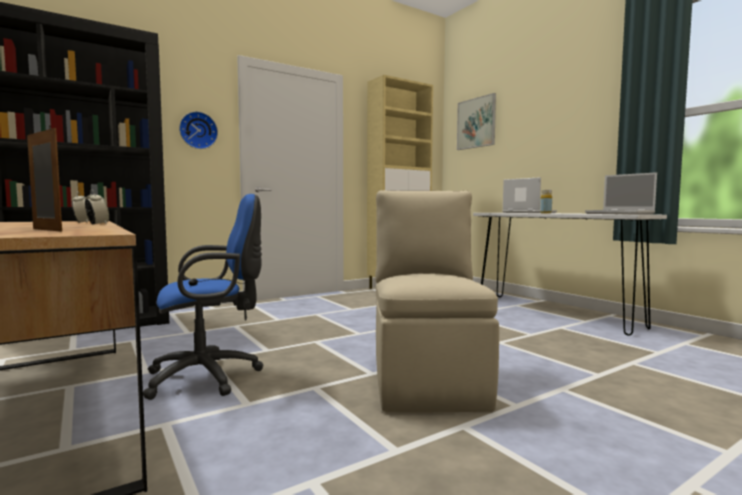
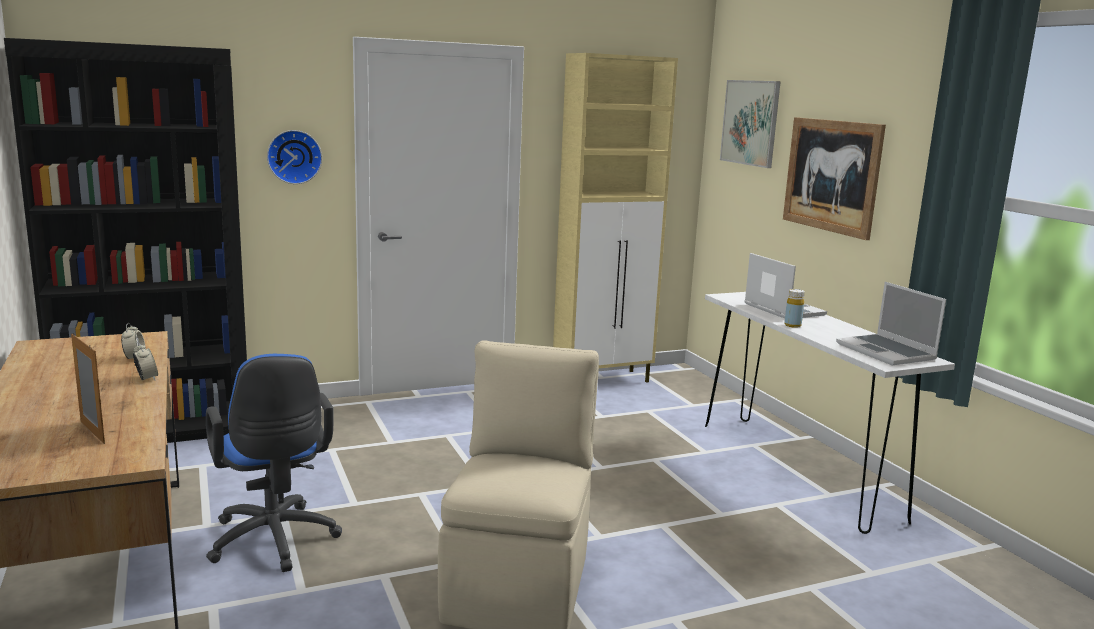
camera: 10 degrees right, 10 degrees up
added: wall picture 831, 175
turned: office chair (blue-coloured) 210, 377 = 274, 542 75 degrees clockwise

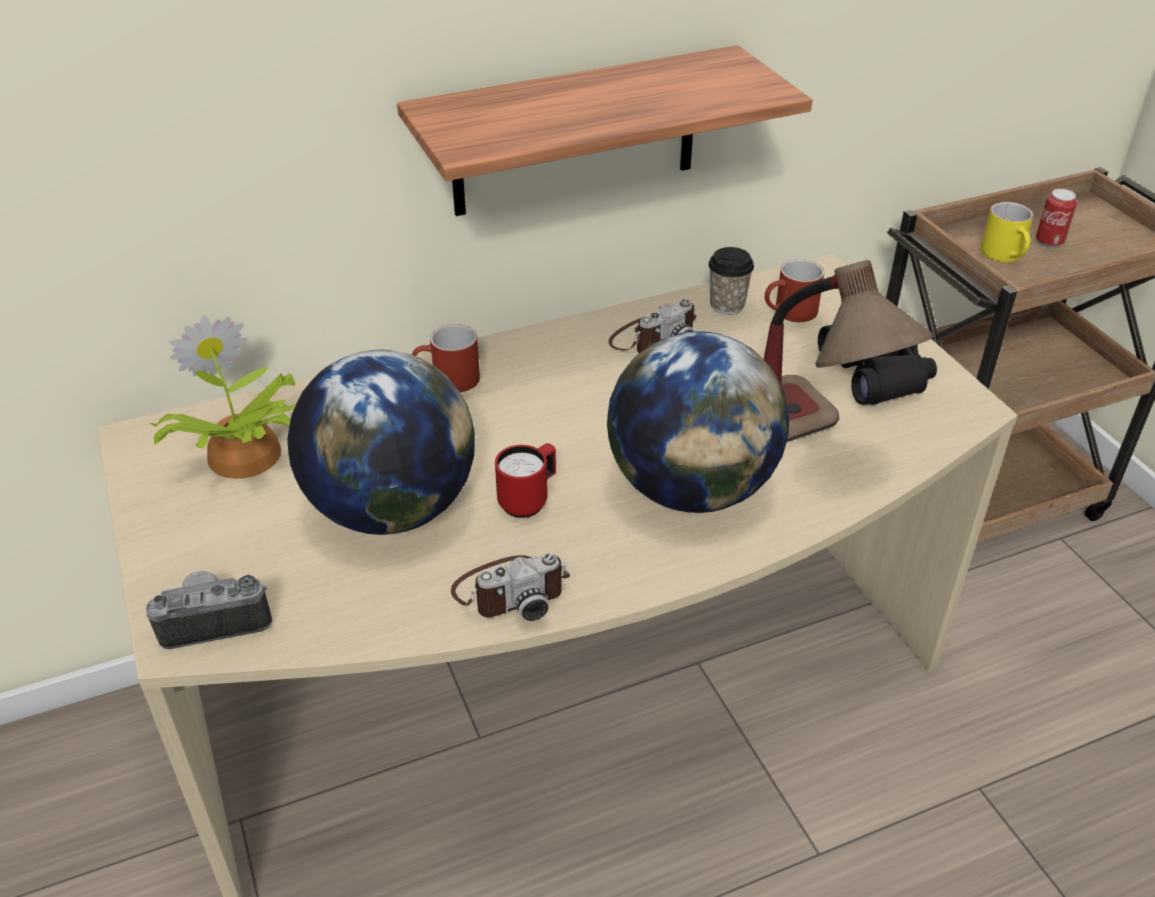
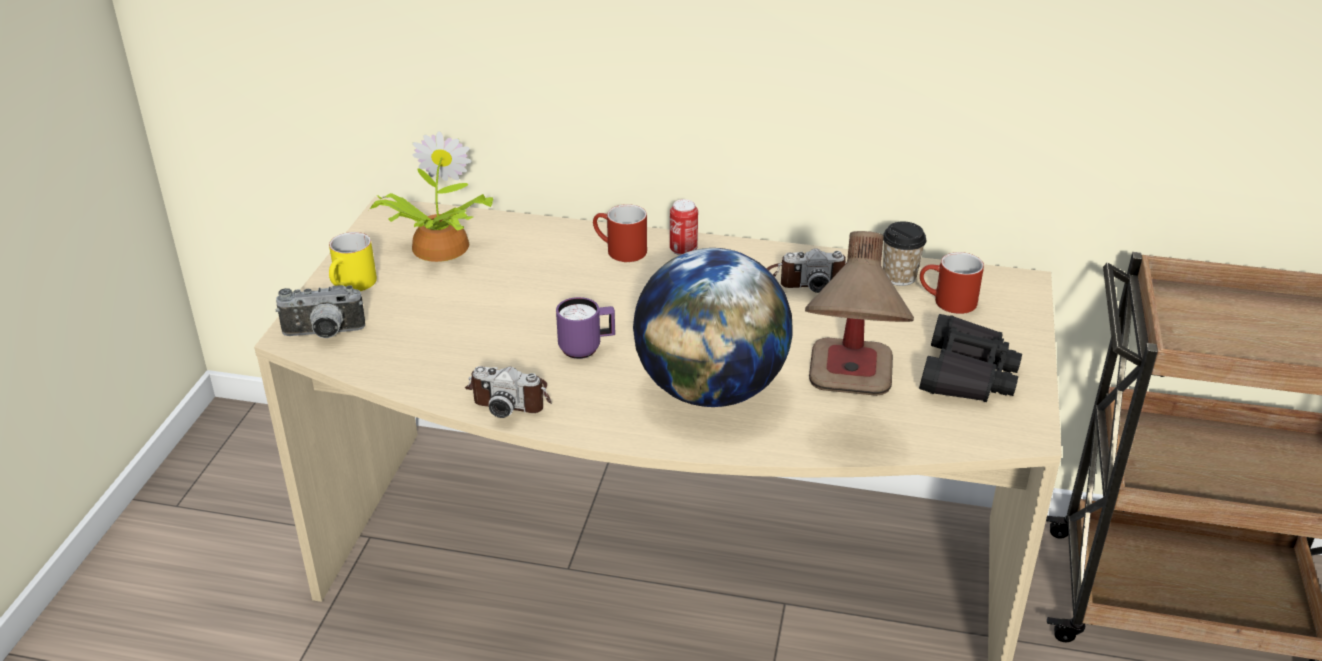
camera: 35 degrees right, 5 degrees down
removed: shelf 575, 133; world globe 391, 509
moved: metal can 1049, 242 to 683, 250; coffee mug (yellow) 1006, 256 to 353, 286
recoloured: coffee mug (red) 529, 500 to coffee mug (purplish) 587, 348
turned: still camera 215, 621 = 323, 334 150 degrees clockwise

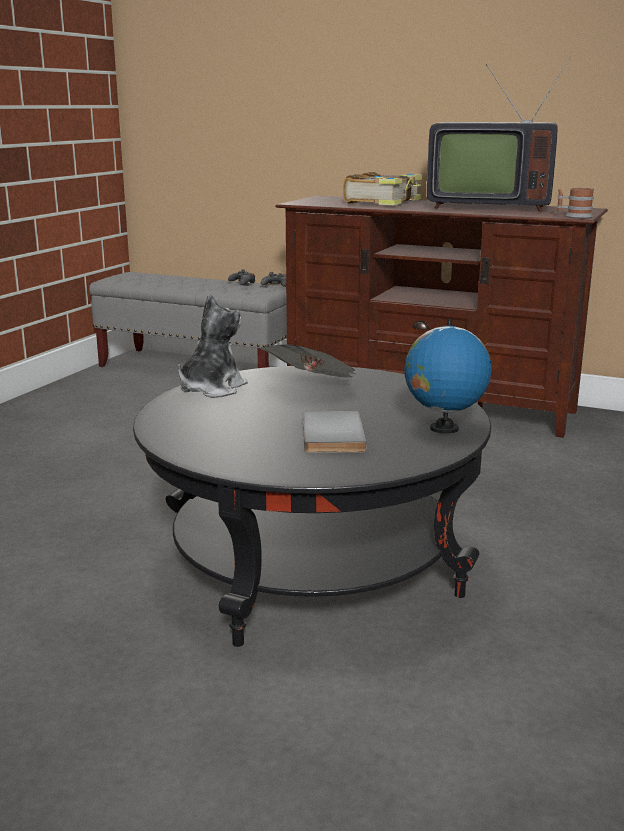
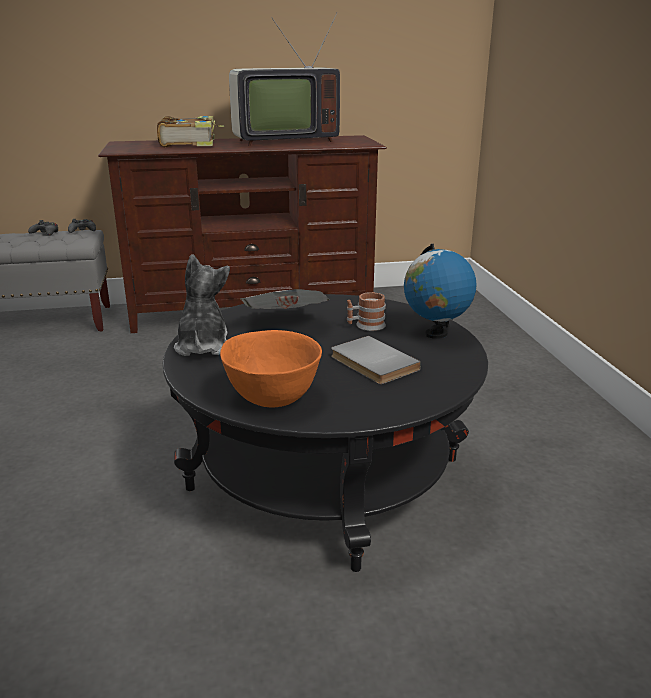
camera: 35 degrees left, 5 degrees up
added: deep dish (orangey) 271, 397
moved: coffee mug 574, 216 to 365, 326

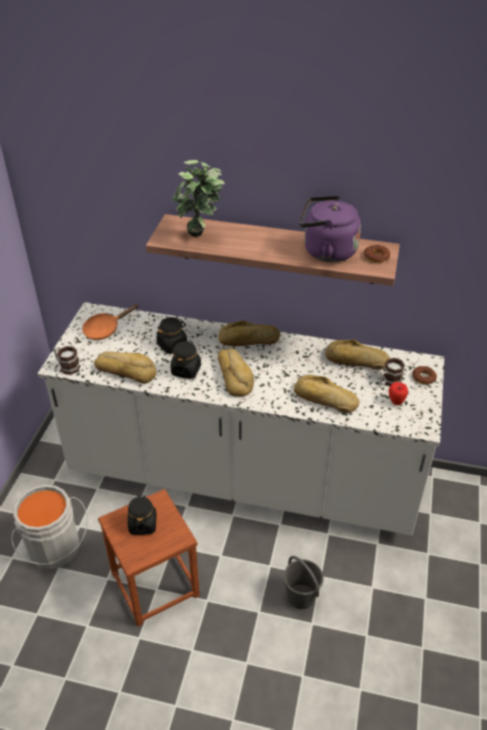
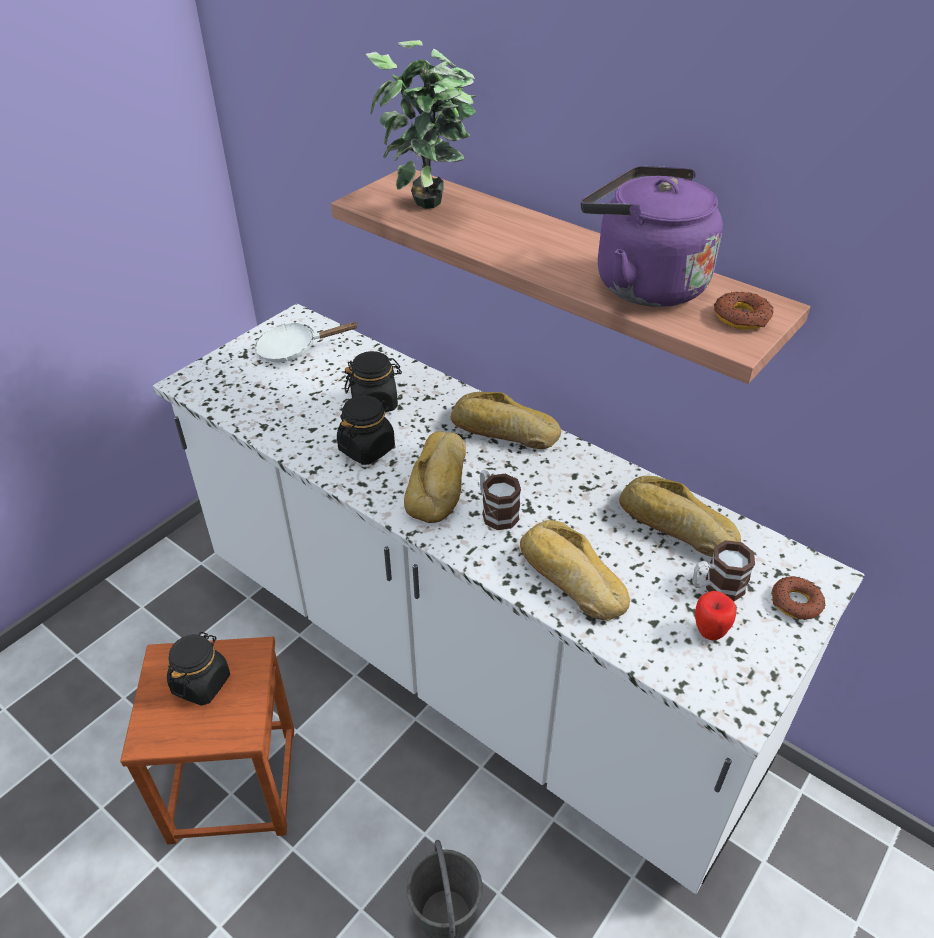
camera: 25 degrees right, 0 degrees up
removed: baked bread 126, 370; pail (gray) 55, 549
moved: coffee mug 67, 366 to 496, 511
recoloured: skillet (orangey) 105, 329 to skillet (whitish) 294, 350

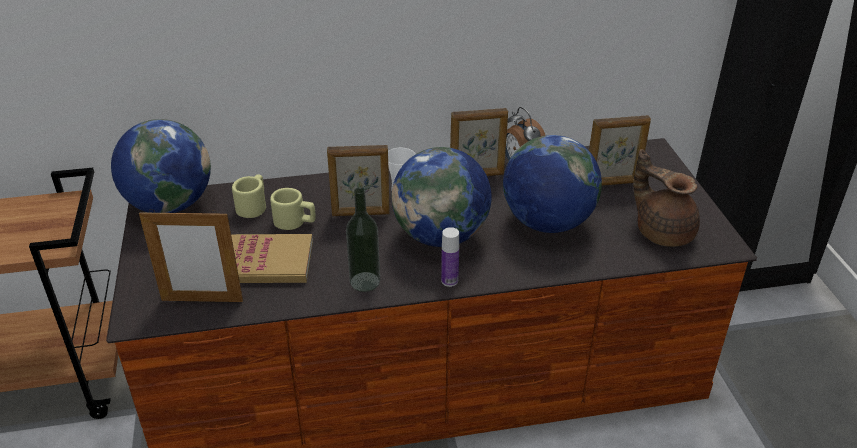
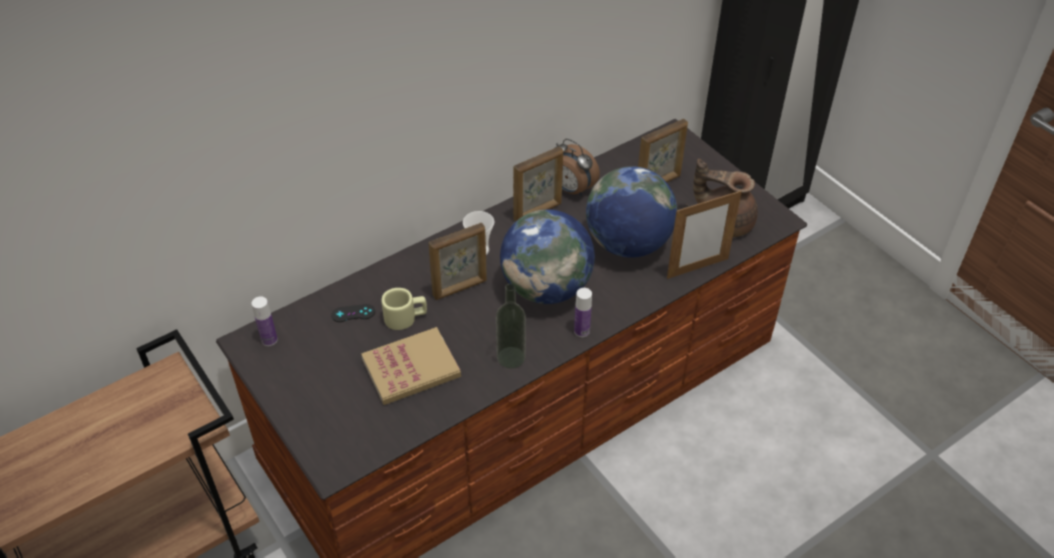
camera: 25 degrees left, 10 degrees up
moved: picture frame 202, 300 to 697, 268
replaced: world globe 170, 205 to beverage bottle 269, 340; coffee mug (beige) 253, 206 to joypad (black-coloured) 353, 313

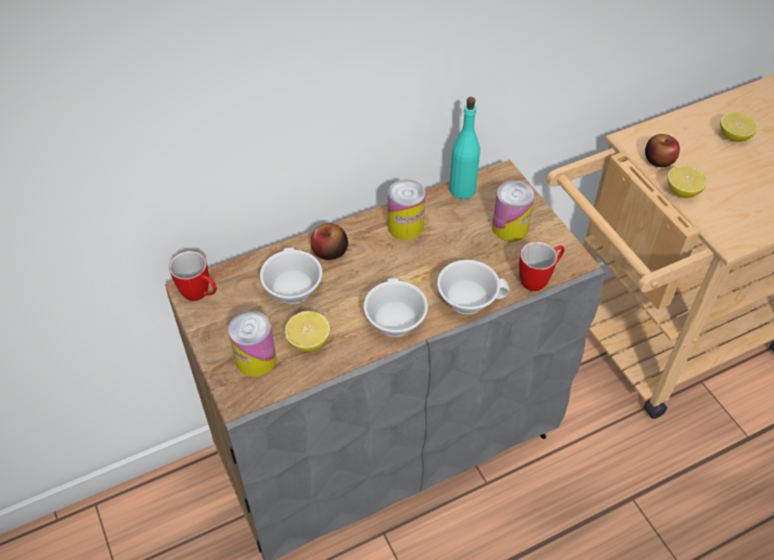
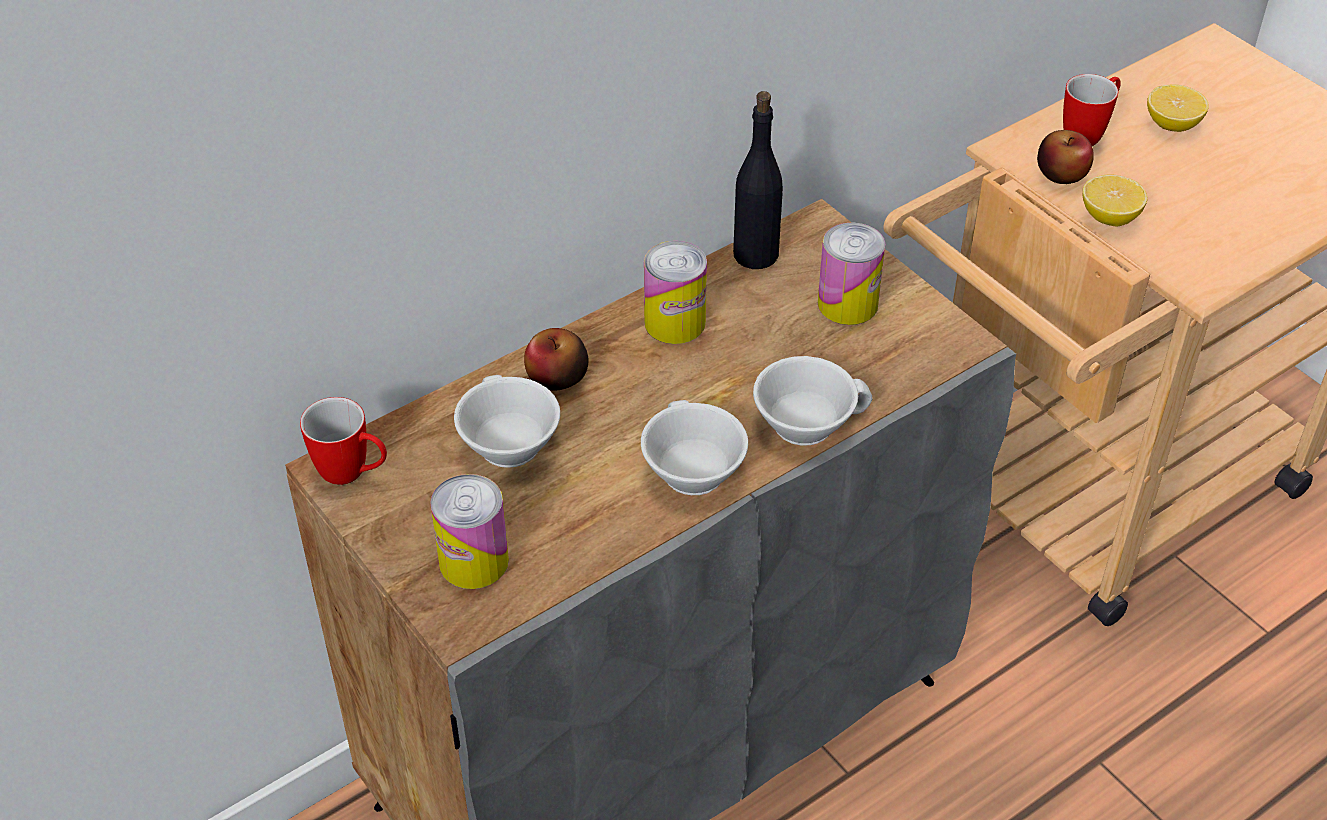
camera: 10 degrees left, 5 degrees down
removed: whole lemon 308, 341
moved: coffee mug 539, 279 to 1088, 133
recoloured: beverage bottle (turquoise) 462, 189 to beverage bottle (black-coloured) 756, 254

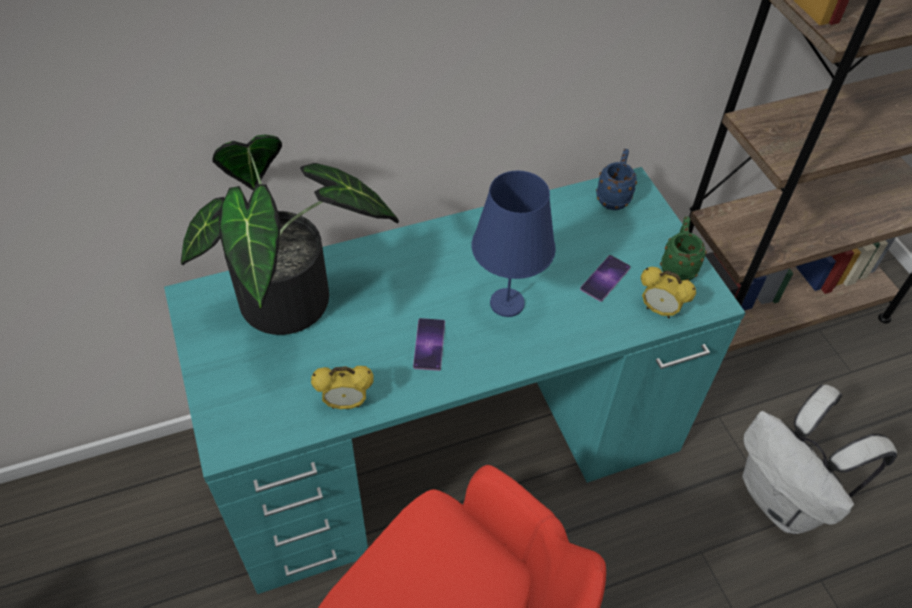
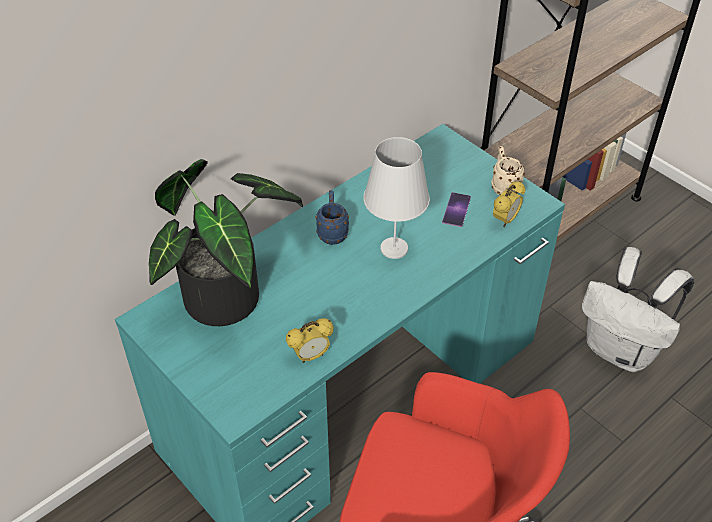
camera: 20 degrees left, 5 degrees down
removed: telephone 429, 344
moved: coffee mug (blue-coloured) 614, 196 to 332, 232
recoloured: table lamp (blue-coloured) 507, 303 to table lamp (whitish) 394, 249; coffee mug (greenish) 677, 266 to coffee mug (beige) 503, 186
turned: table clock 659, 310 = 505, 220 60 degrees counterclockwise

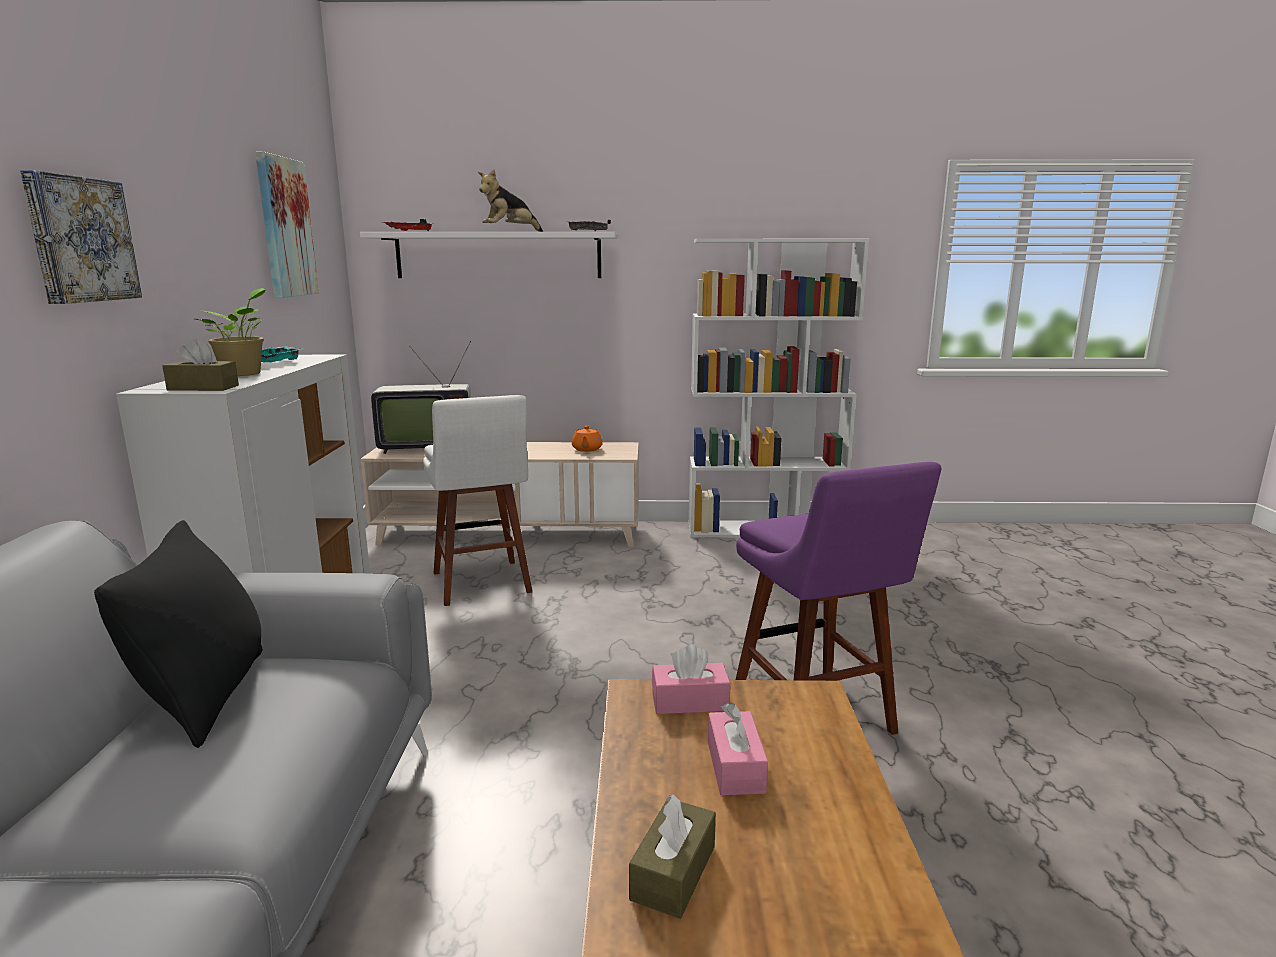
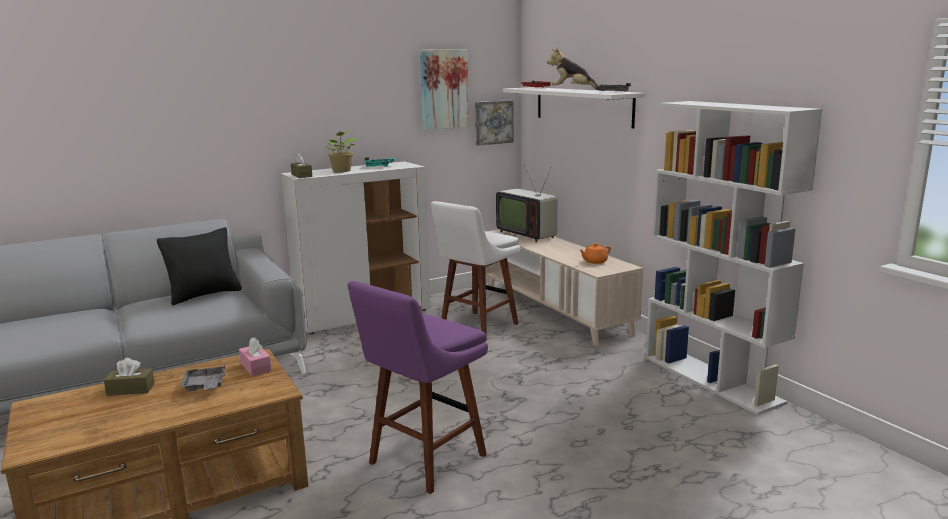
camera: 60 degrees right, 0 degrees up
moved: wall picture 79, 239 to 493, 122
replaced: tissue box (pink-coloured) 735, 767 to carrying tray (gray) 204, 386

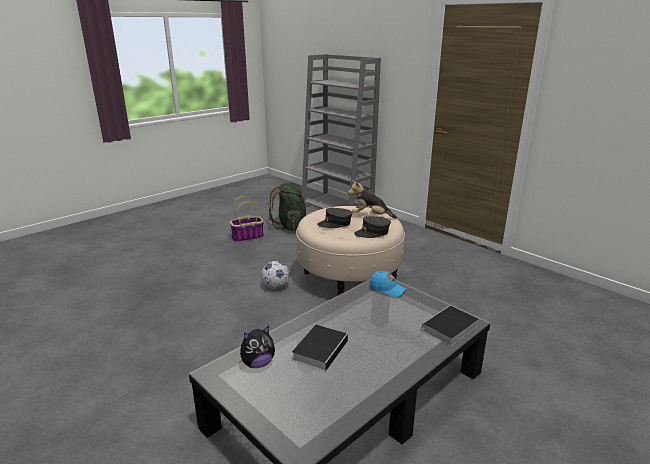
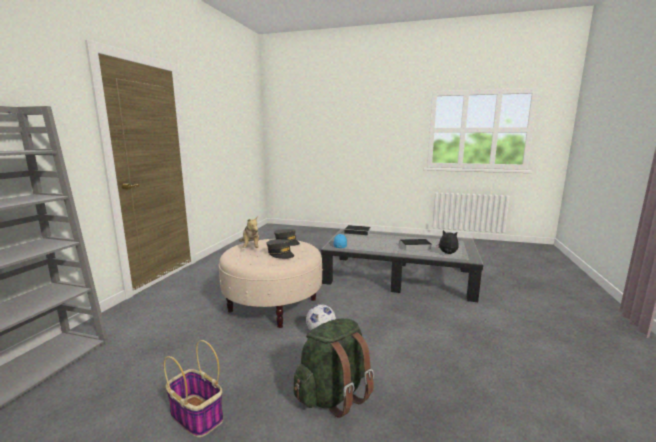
camera: 120 degrees left, 10 degrees down
moved: backpack (greenish) 291, 226 to 333, 395

